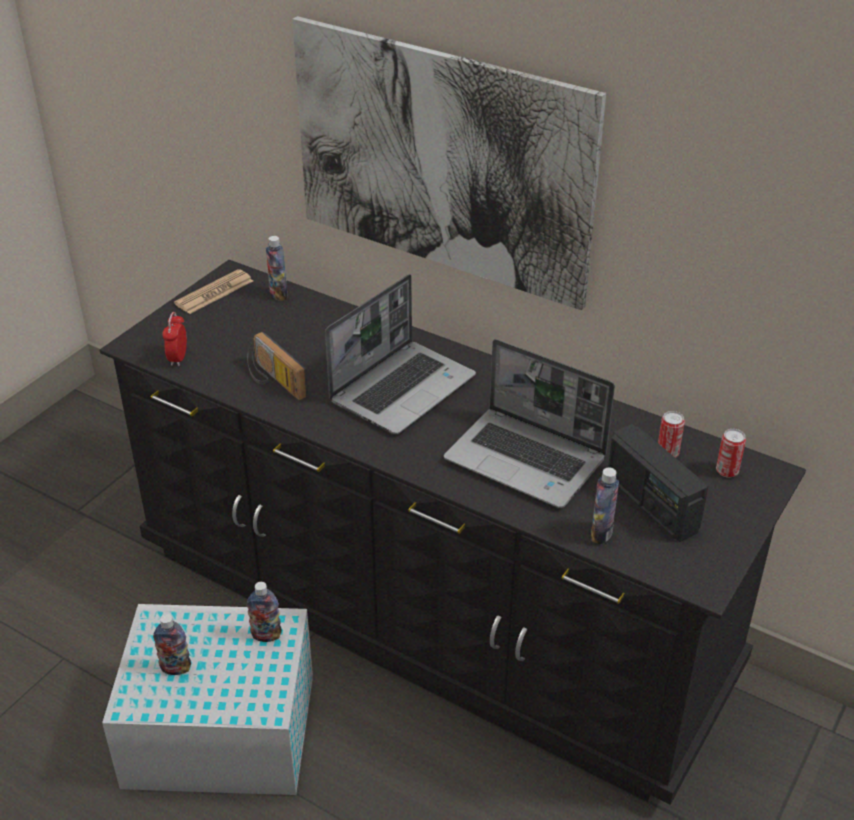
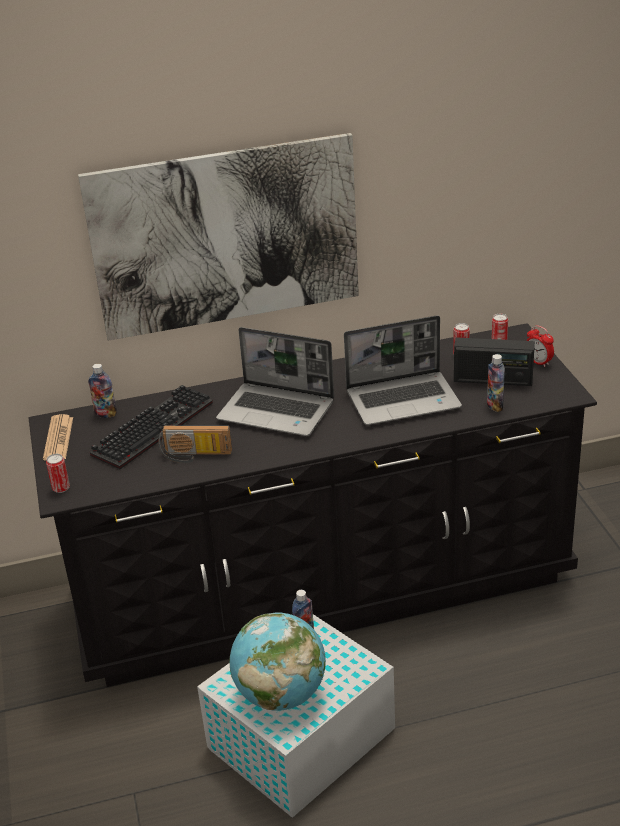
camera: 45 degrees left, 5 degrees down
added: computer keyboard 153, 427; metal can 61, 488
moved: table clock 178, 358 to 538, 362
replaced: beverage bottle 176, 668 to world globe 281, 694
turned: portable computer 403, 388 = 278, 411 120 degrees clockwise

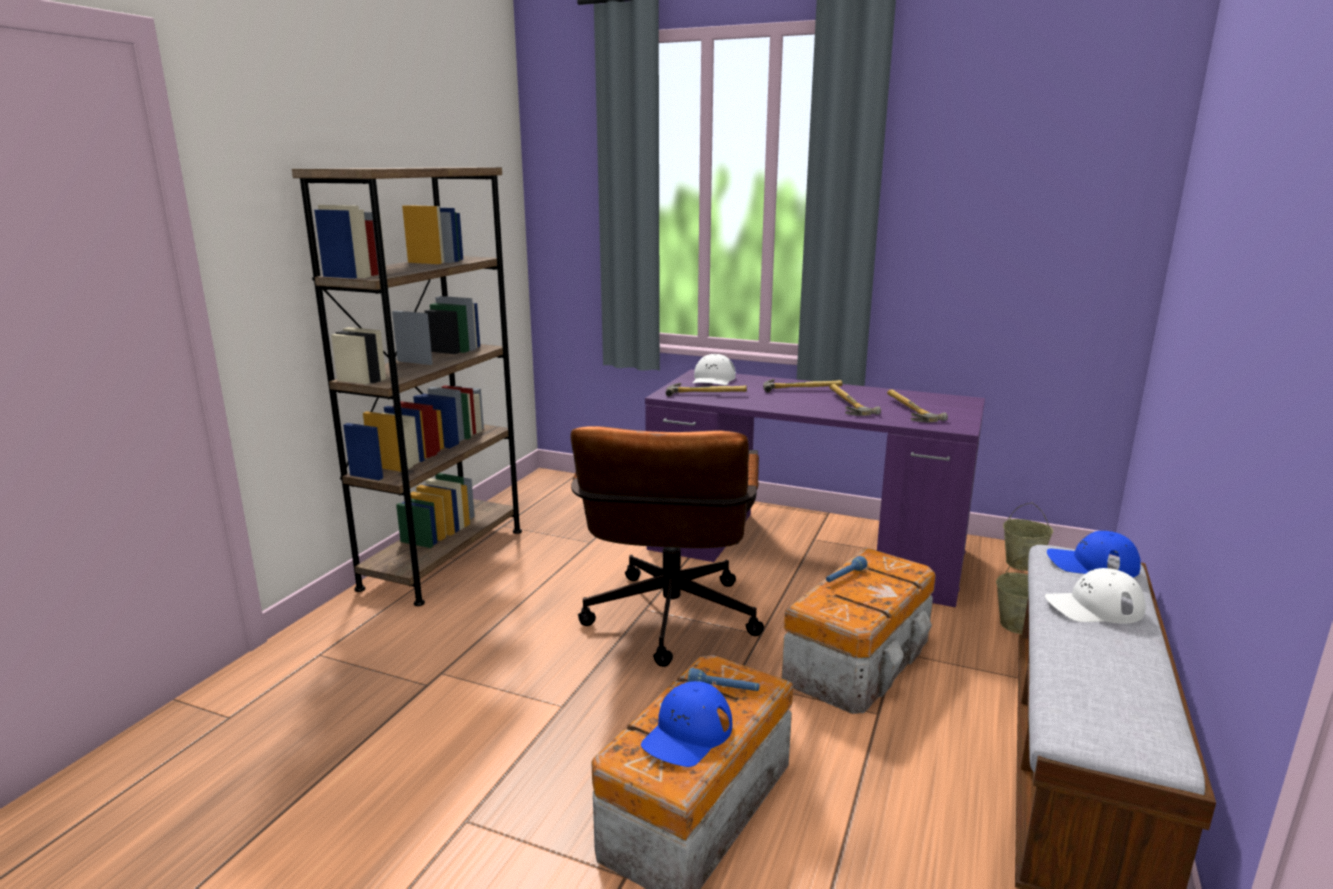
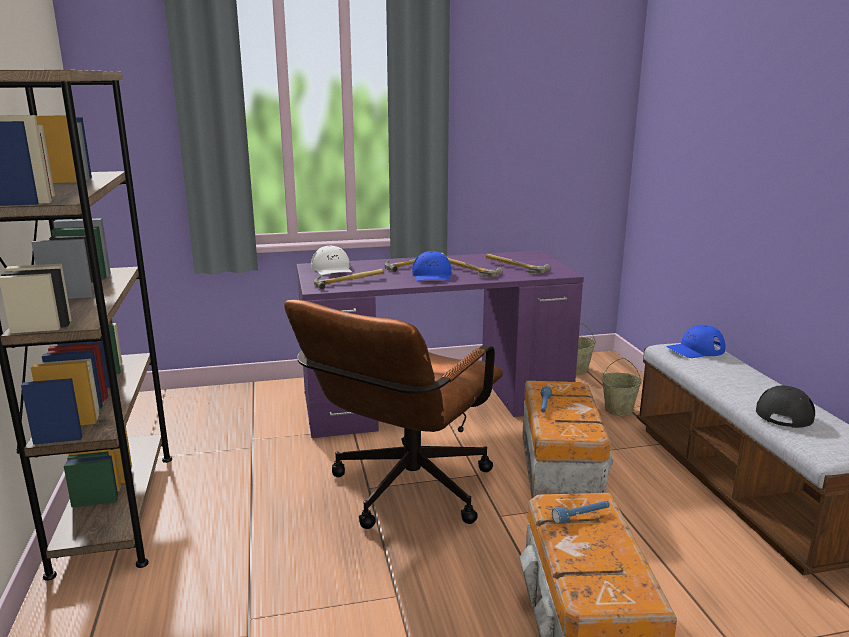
camera: 35 degrees left, 0 degrees up
removed: cap (whitish) 1094, 607
added: cap (black-coloured) 785, 411
moved: cap (blue-coloured) 687, 733 to 432, 275
turned: office chair (brownish) 669, 625 = 403, 494 60 degrees clockwise

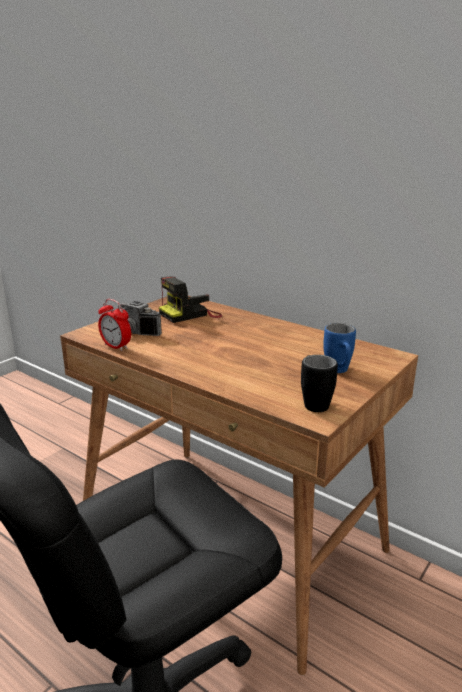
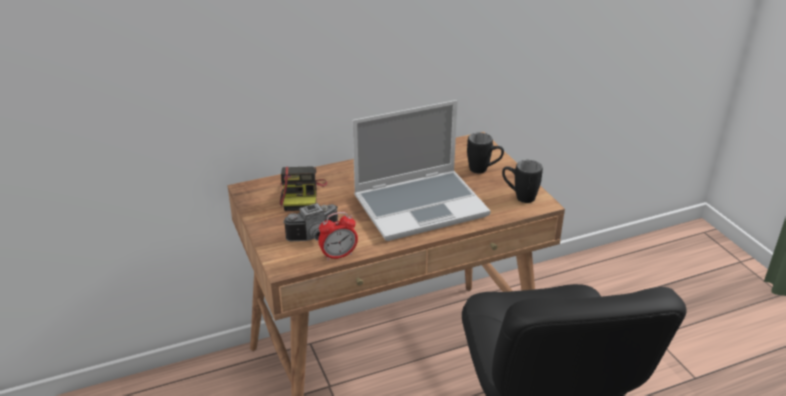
camera: 60 degrees left, 10 degrees up
added: portable computer 421, 205
recoloured: coffee mug (blue-coloured) 339, 372 to coffee mug (black-coloured) 484, 170

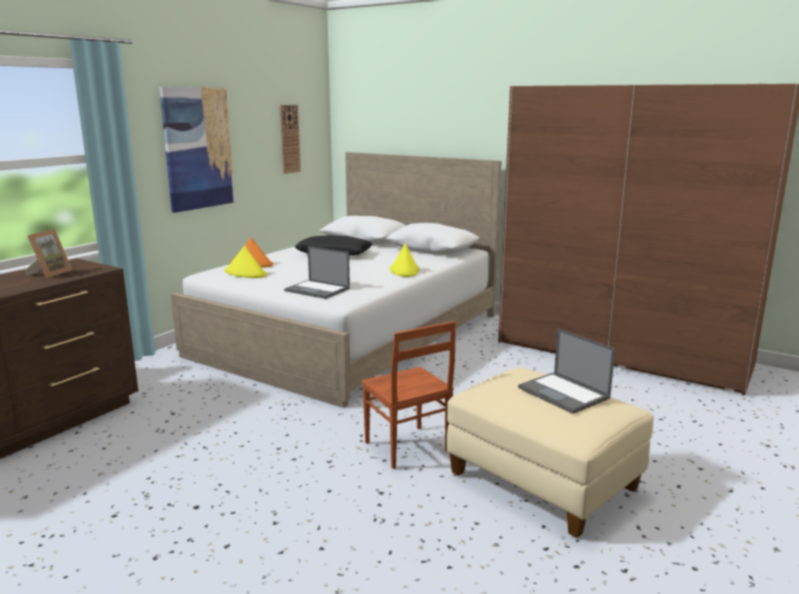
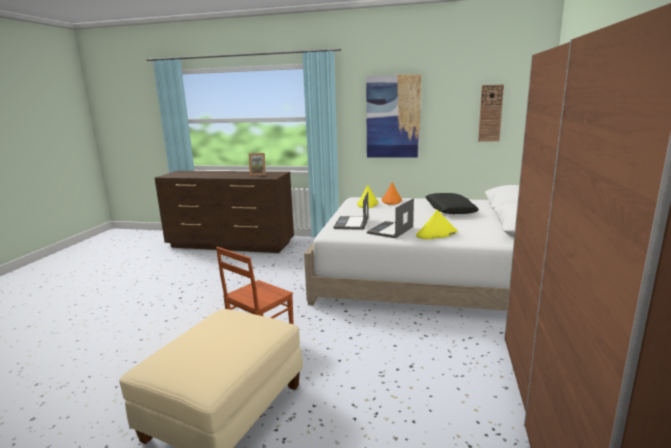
camera: 70 degrees right, 0 degrees up
moved: portable computer 564, 393 to 390, 230

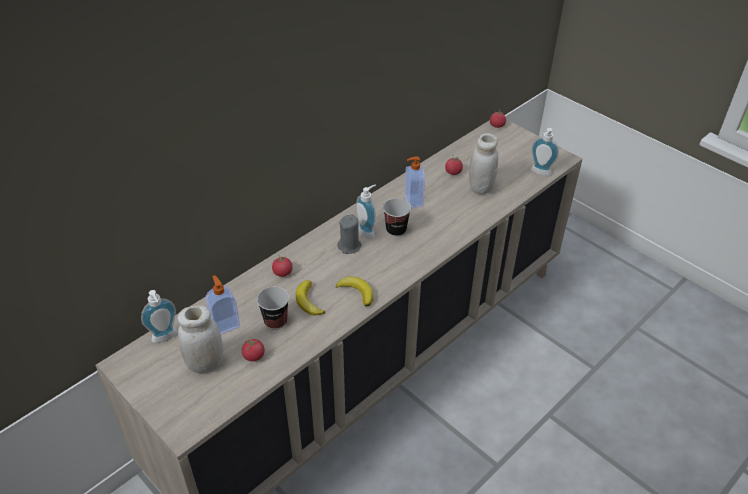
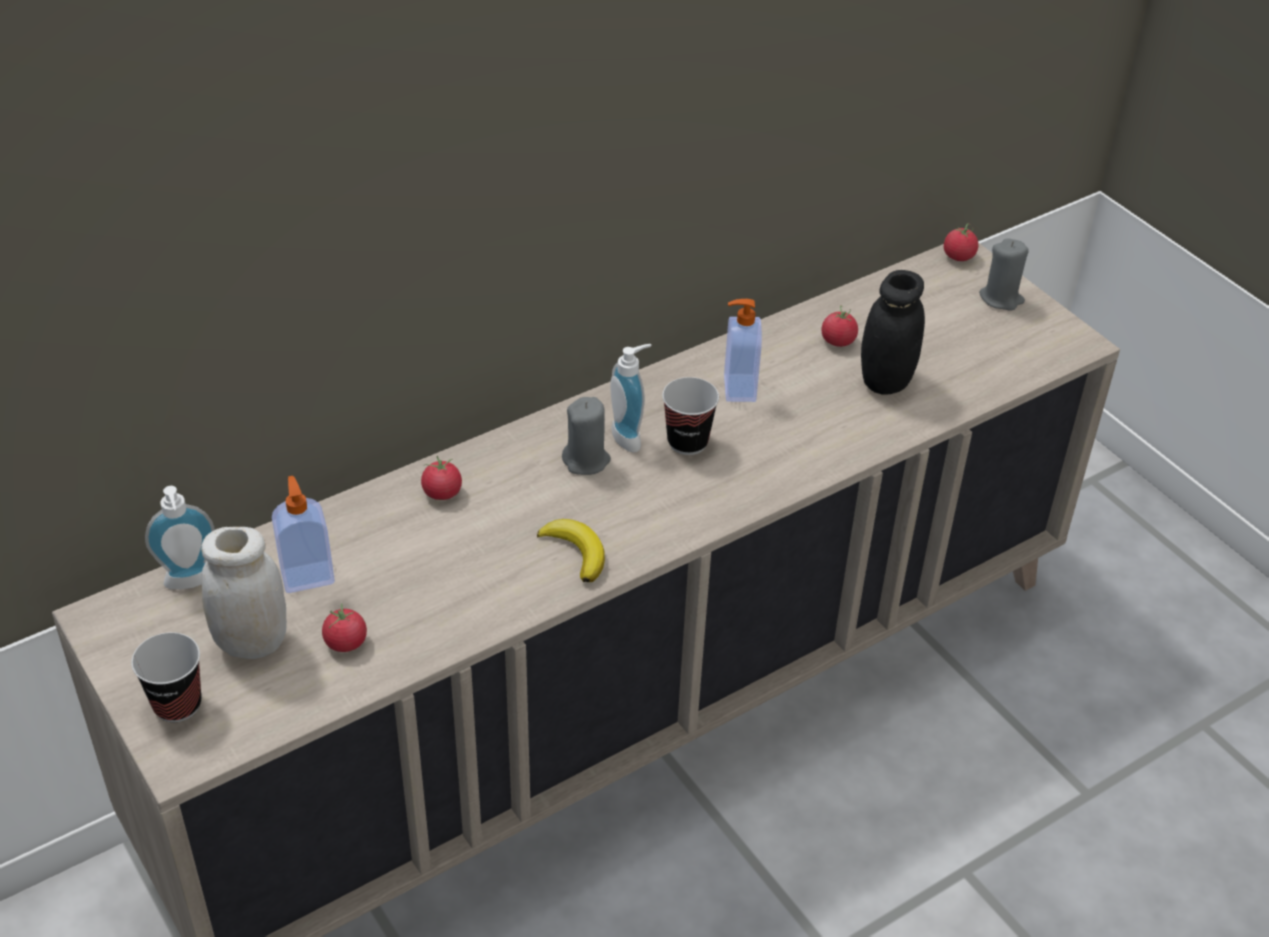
camera: 10 degrees right, 0 degrees up
removed: liquid soap bottle 540, 173; whole banana 308, 301
added: wax candle (gray) 1001, 298
moved: drinking cup 275, 321 to 177, 704
recoloured: jar (whitish) 480, 187 to jar (black-coloured) 885, 380

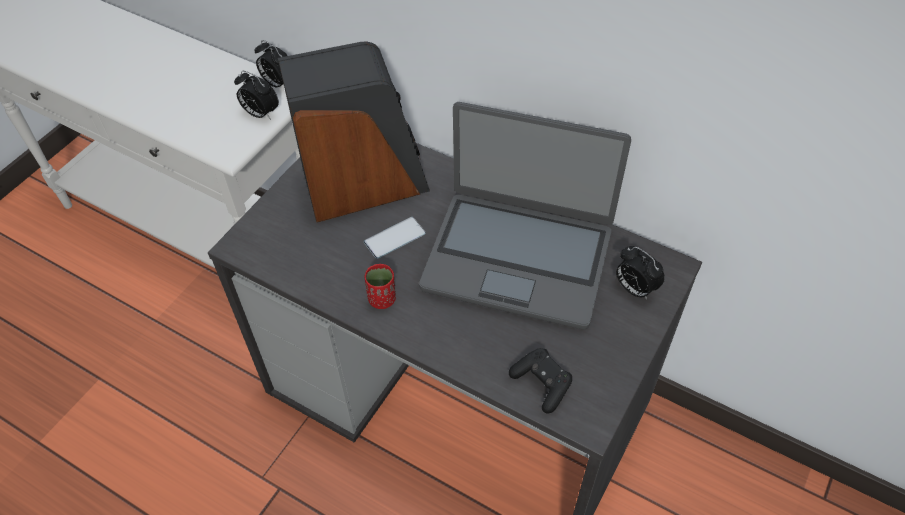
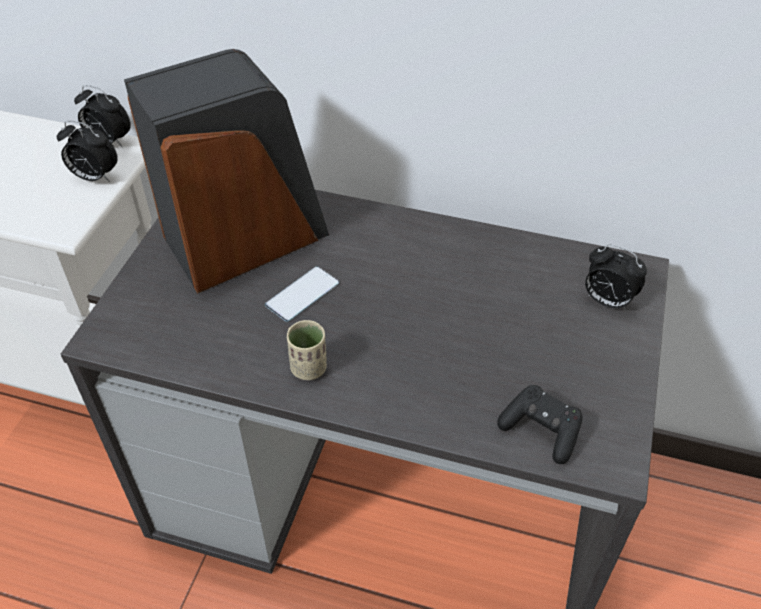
camera: 15 degrees left, 5 degrees down
removed: portable computer 518, 258
recoloured: drinking cup (red) 382, 299 to drinking cup (beige) 309, 368

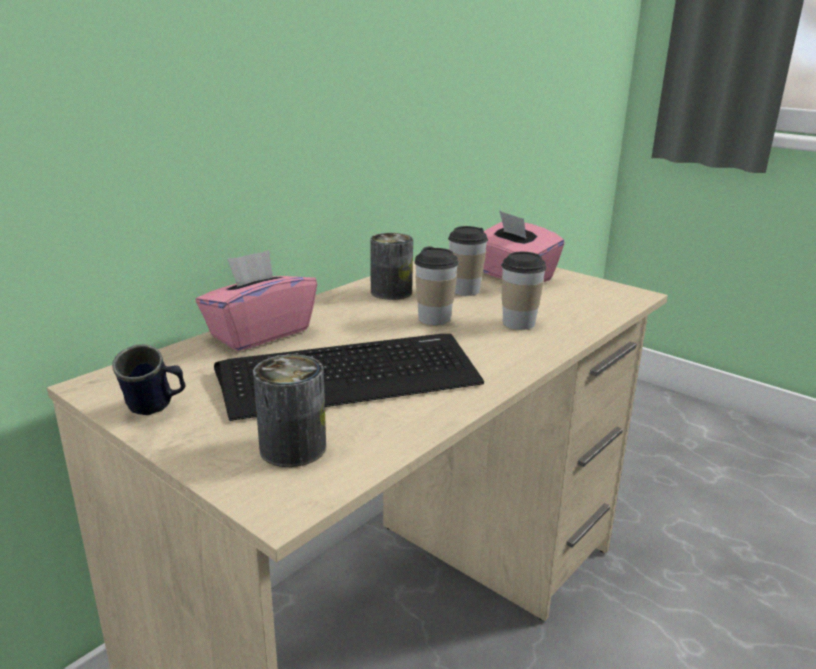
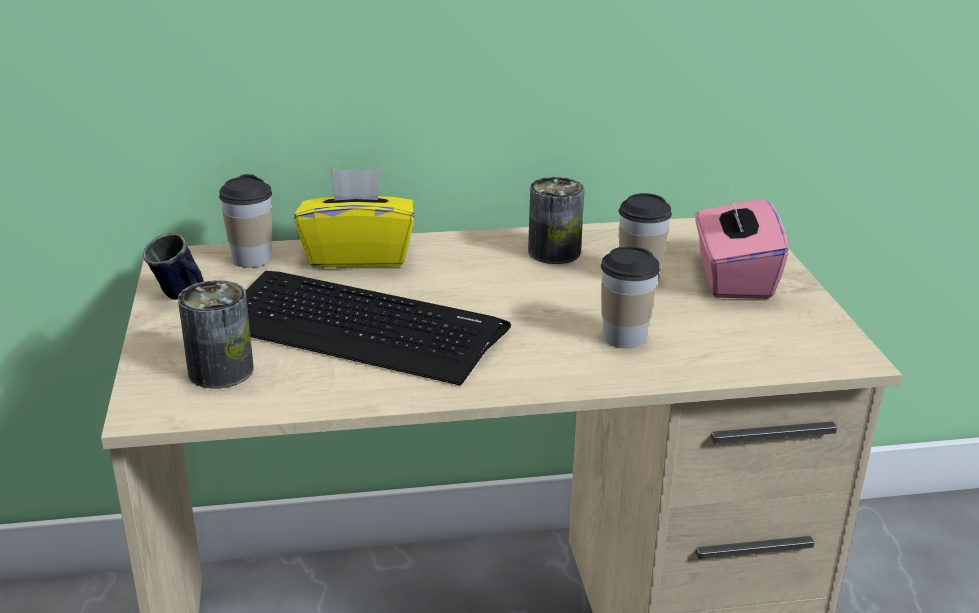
camera: 40 degrees right, 5 degrees up
moved: drinking cup 434, 318 to 252, 259
recoloured: tissue box (pink-coloured) 259, 333 to tissue box (yellow) 358, 255

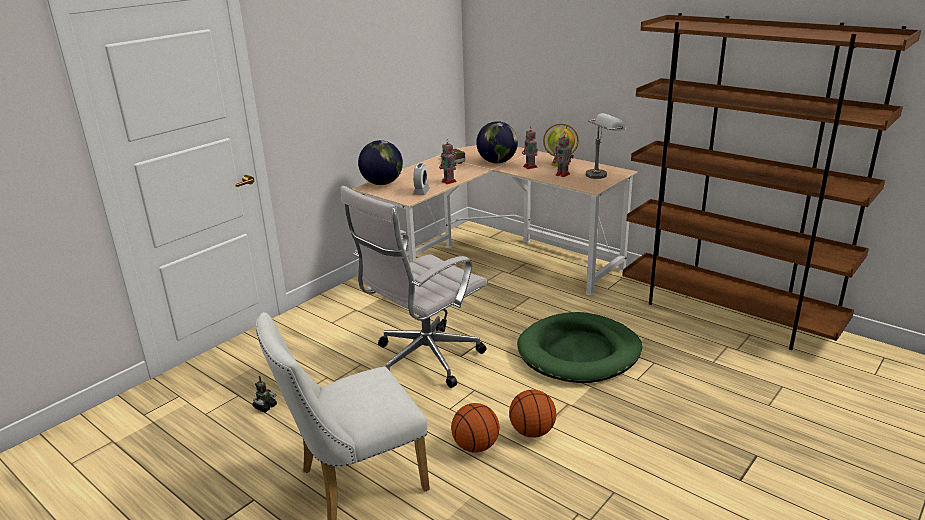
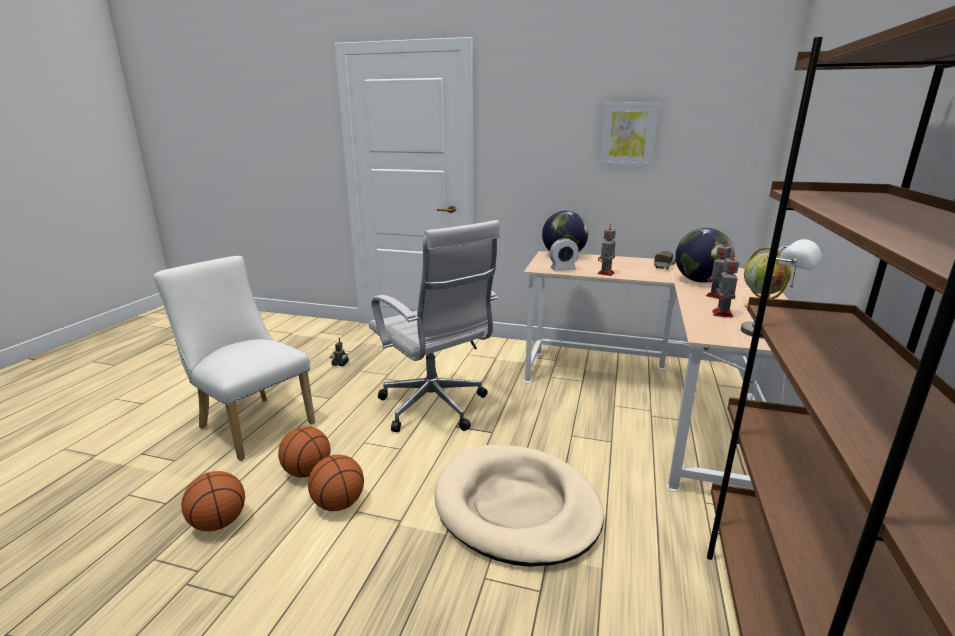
camera: 65 degrees right, 5 degrees down
added: wall picture 628, 134; ball for basketball 218, 523
recoloured: dog cushion (greenish) 579, 352 to dog cushion (beige) 516, 507
turned: office chair (whitish) 423, 360 = 435, 409 150 degrees counterclockwise

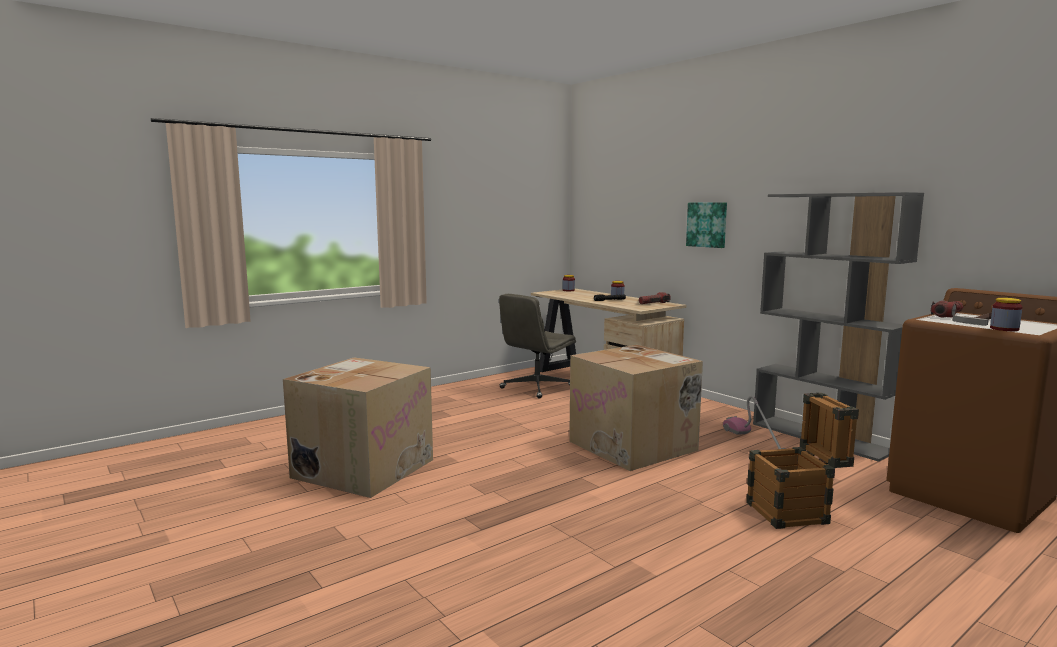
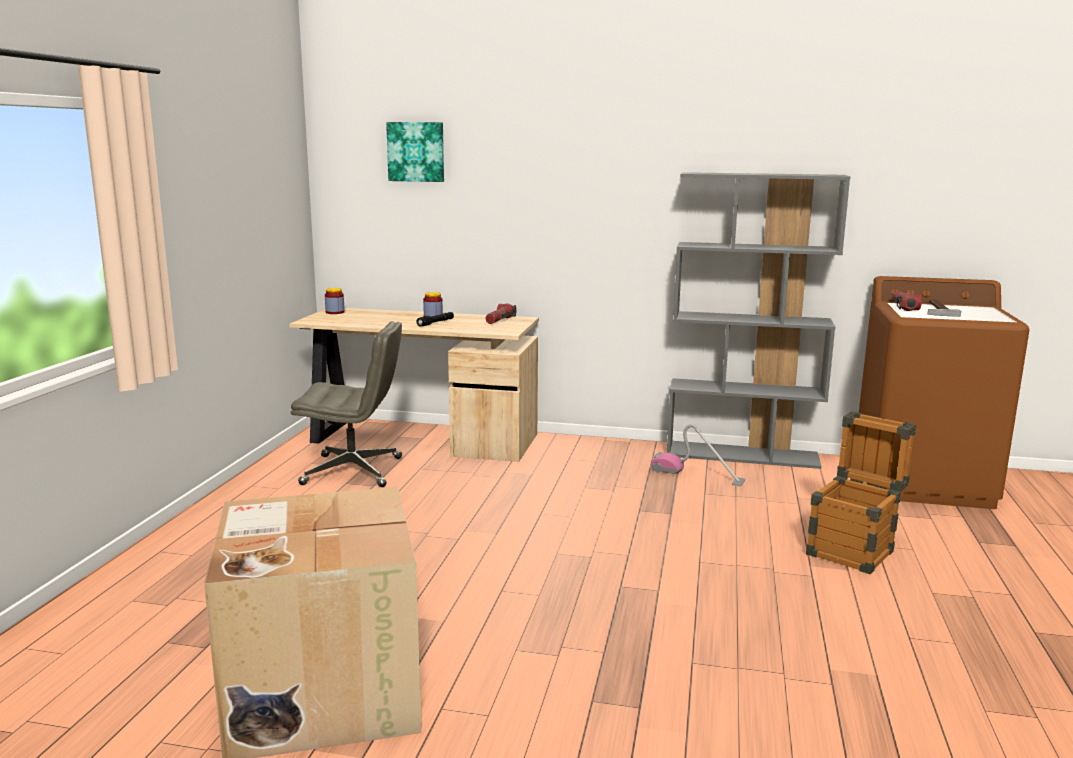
camera: 40 degrees left, 5 degrees up
removed: jar 1004, 329; cardboard box 634, 446
moved: wall picture 707, 224 to 416, 152
turned: office chair (gray) 536, 388 = 354, 471 90 degrees counterclockwise

